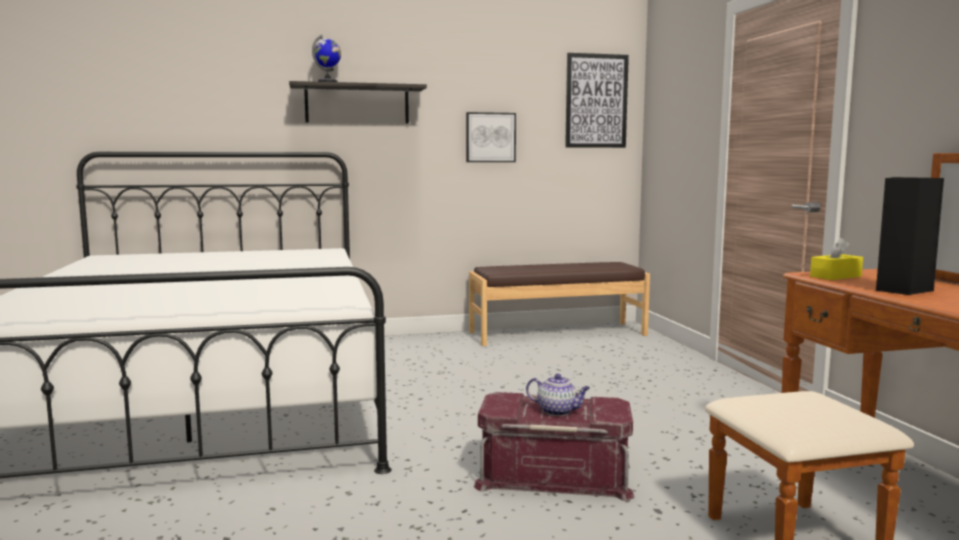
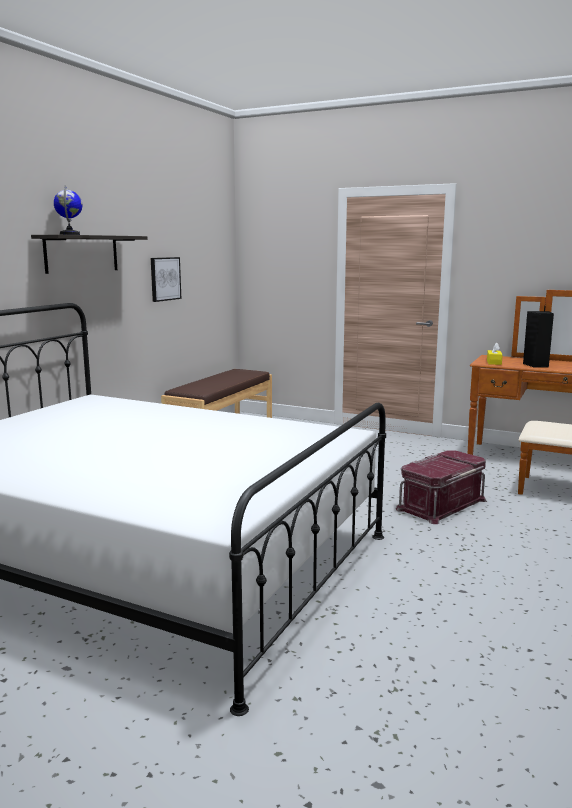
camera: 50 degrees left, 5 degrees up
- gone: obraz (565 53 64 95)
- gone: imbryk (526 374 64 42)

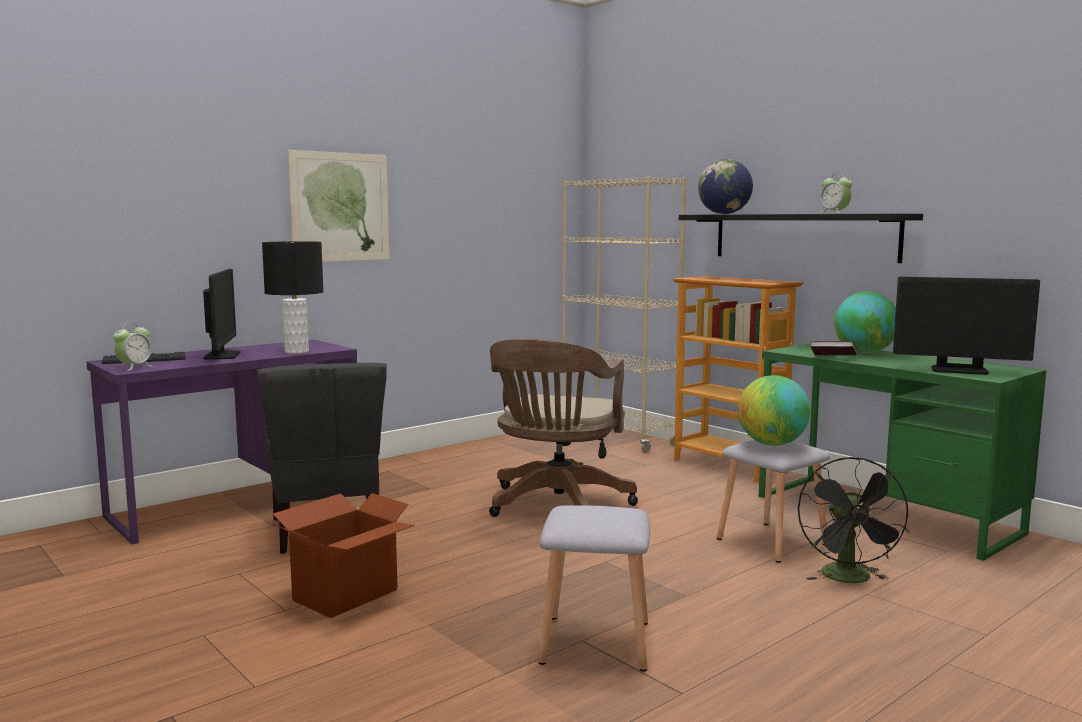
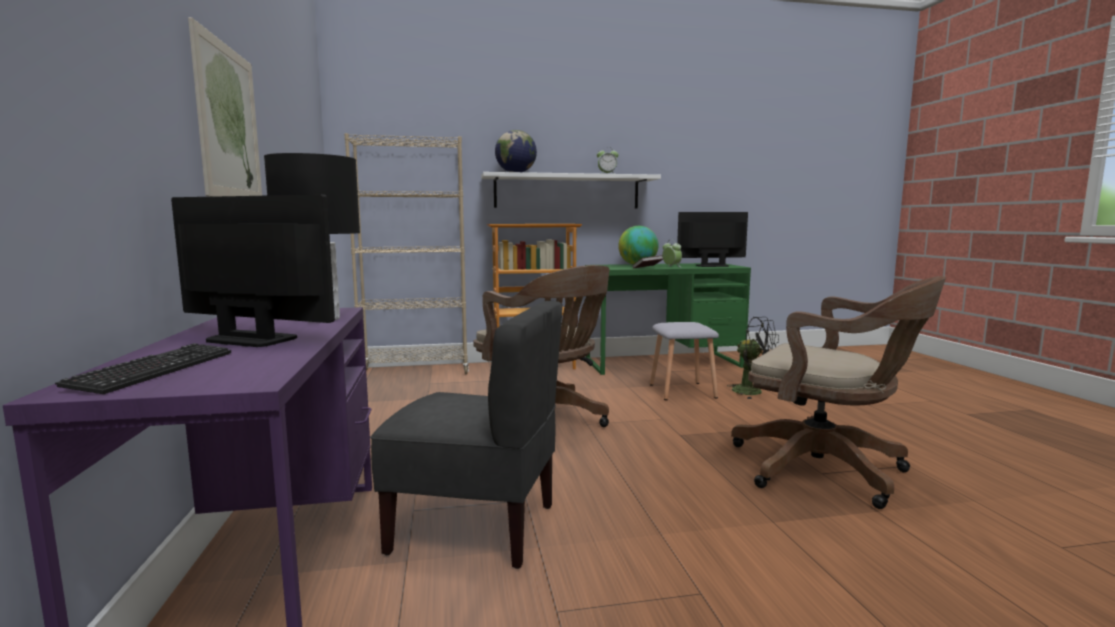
camera: 60 degrees left, 0 degrees up
- repainted: półka [czarny] (679 213 244 50) to półka [biały] (481 172 180 36)
- rotated: monitor (893 277 147 98) = (677 212 71 55) 150 degrees counterclockwise
- shifted: budzik (113 322 40 49) to (662 240 20 27)
- gone: globus (738 375 73 71)
- gone: karton (272 493 143 125)
- swapped: stołek [szary] (538 505 112 166) to krzesło biurowe [brązowy] (731 276 215 233)

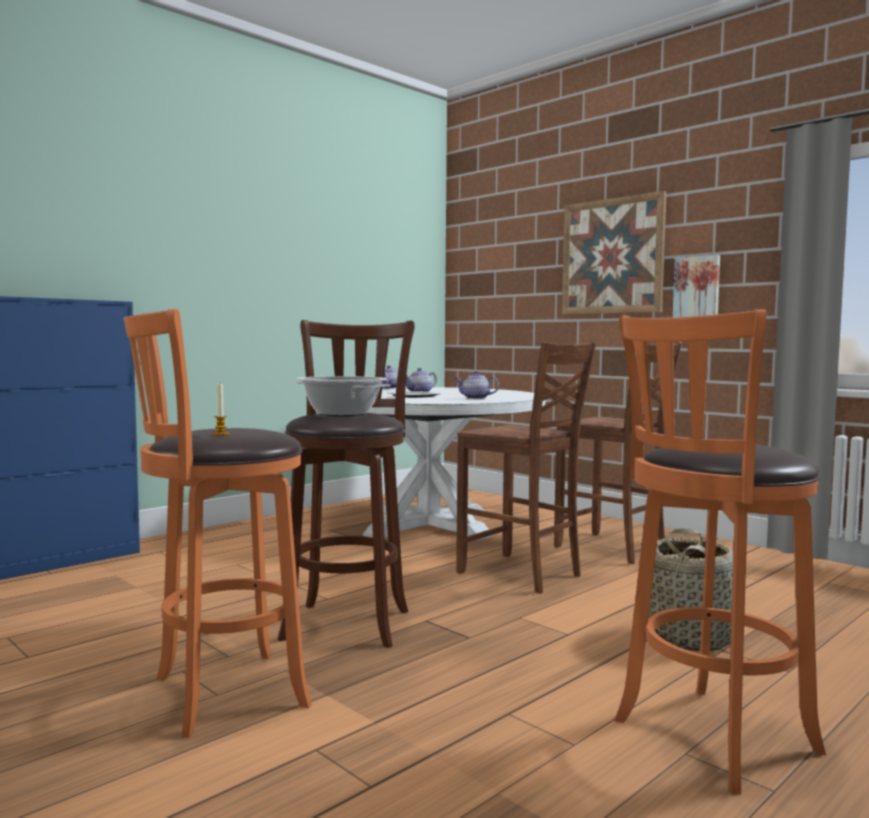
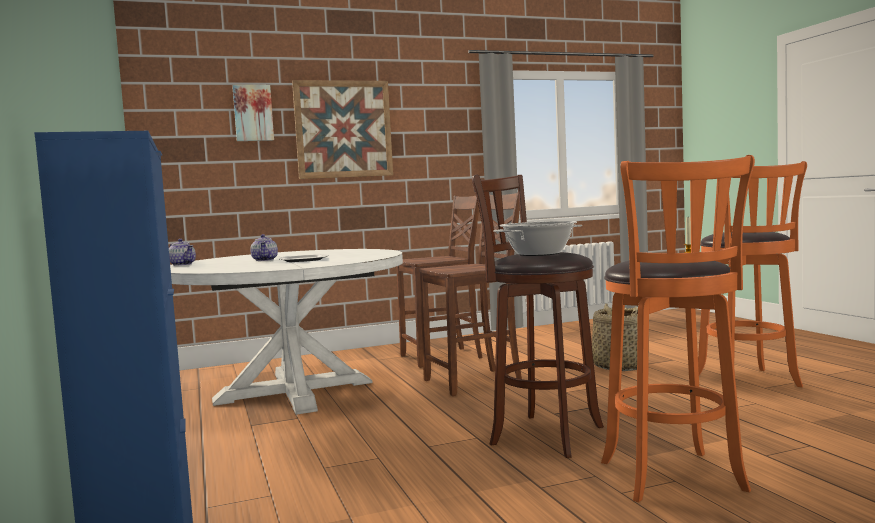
camera: 65 degrees left, 0 degrees up
- shifted: obraz (673 255 47 63) to (232 85 42 56)
- gone: imbryk (454 371 45 28)

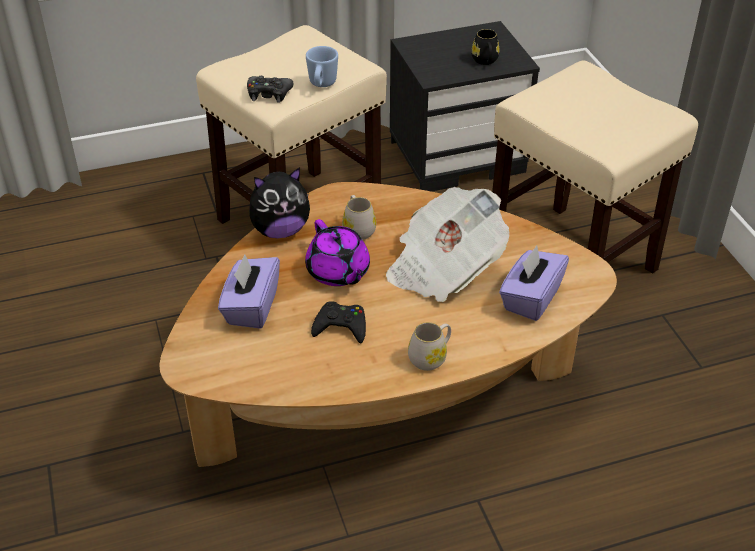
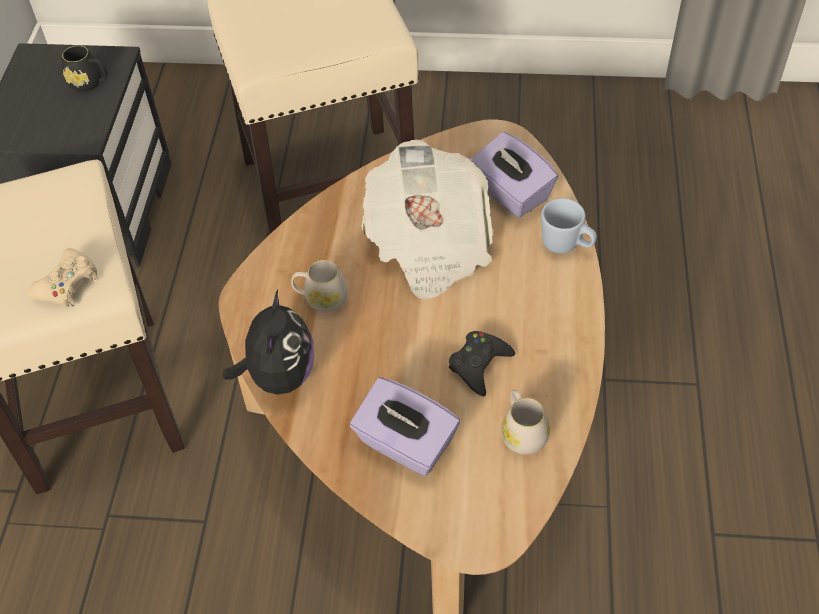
camera: 65 degrees left, 10 degrees up
- shifted: kubek [niebieski] (306 46 32 41) to (541 198 56 56)
- repainted: pad do gier [czarny] (247 76 47 27) to pad do gier [beżowy] (27 248 72 59)
- gone: imbryk [fioletowy] (305 219 65 67)
- shifted: kubek [biały] (408 322 43 49) to (501 389 49 65)

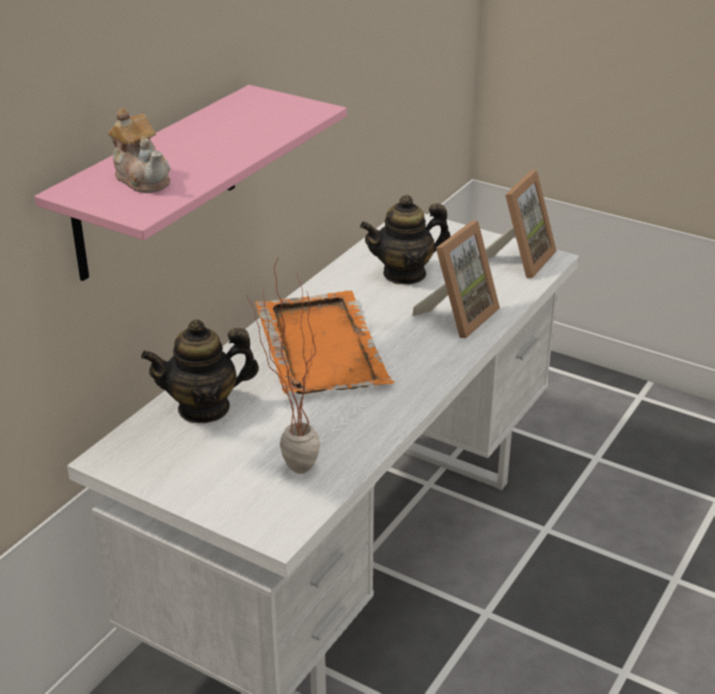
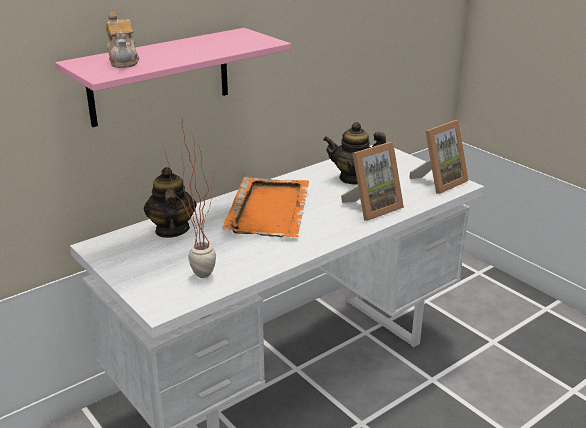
camera: 20 degrees right, 5 degrees down
- rotated: imbryk (141 319 118 104) = (144 167 53 71) 75 degrees clockwise

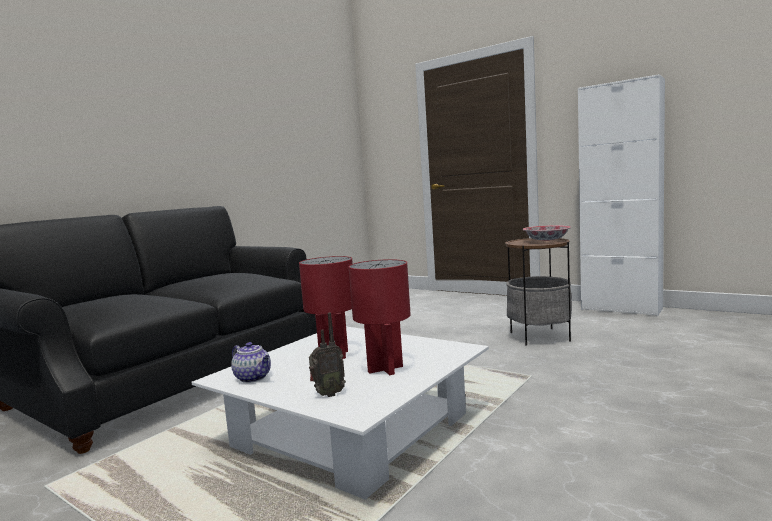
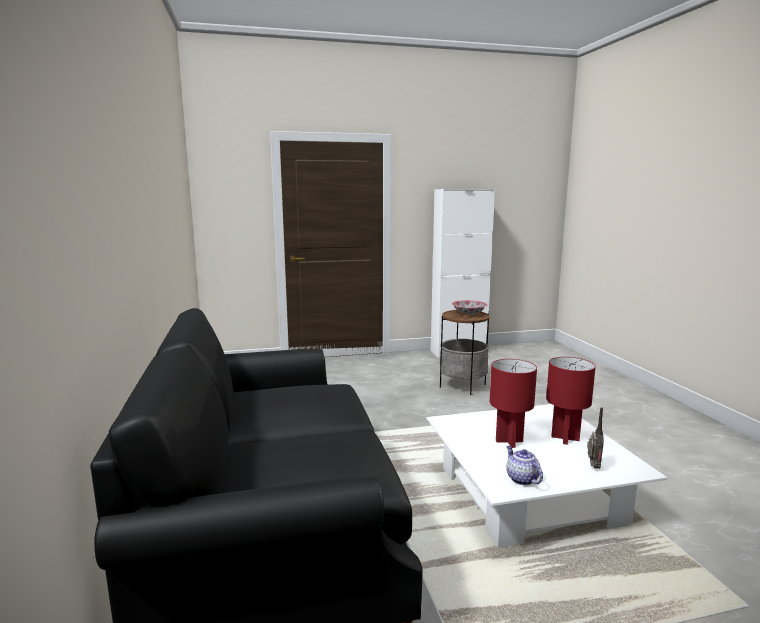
camera: 50 degrees left, 5 degrees up
- rotated: imbryk (231 342 40 41) = (506 446 37 39) 105 degrees counterclockwise

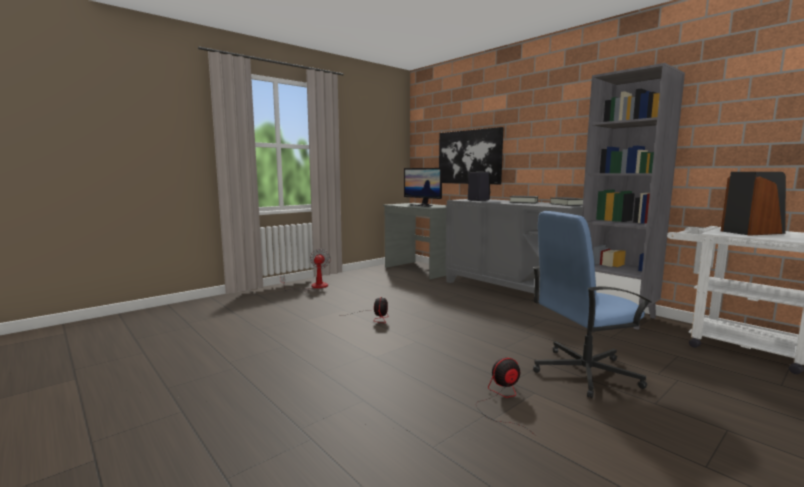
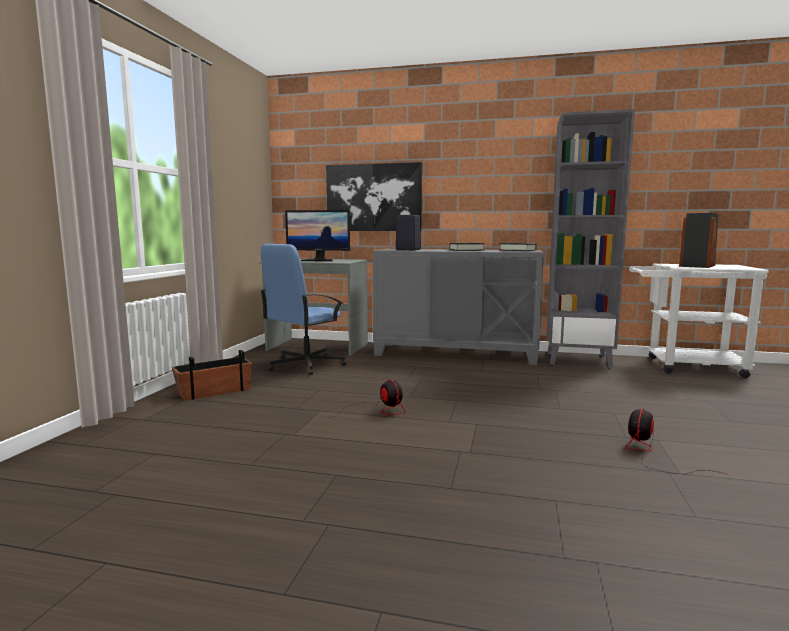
camera: 35 degrees left, 0 degrees up
- shifted: krzesło biurowe [niebieski] (533 211 119 187) to (260 244 86 131)
- swapped: wentylator (280 249 51 42) to donica (172 350 80 51)

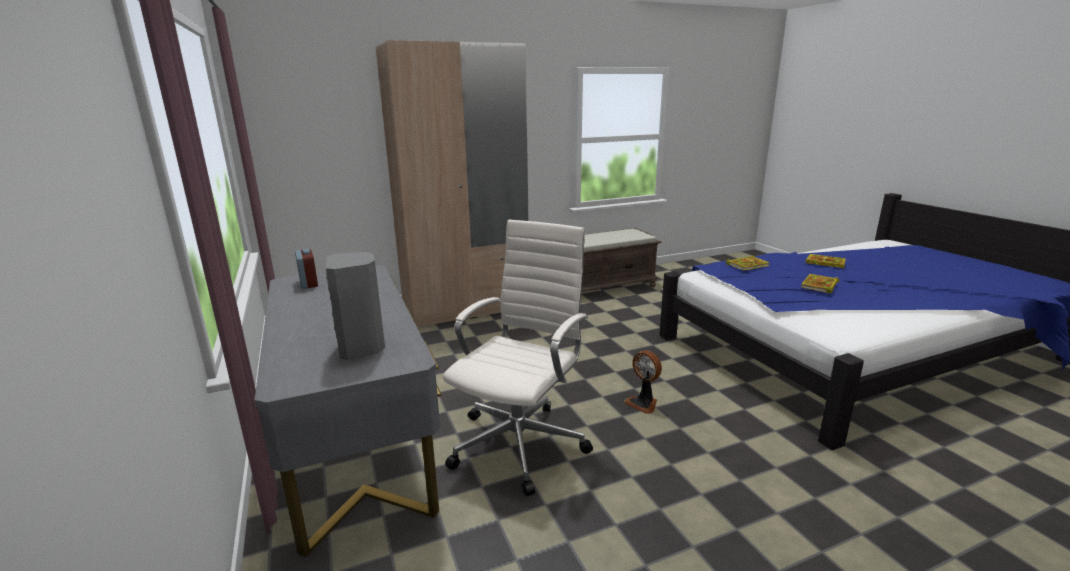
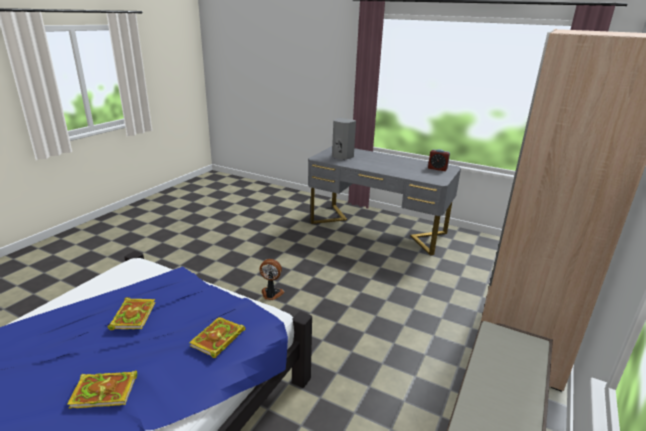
camera: 140 degrees right, 5 degrees up
- gone: krzesło biurowe [biały] (443 220 150 276)

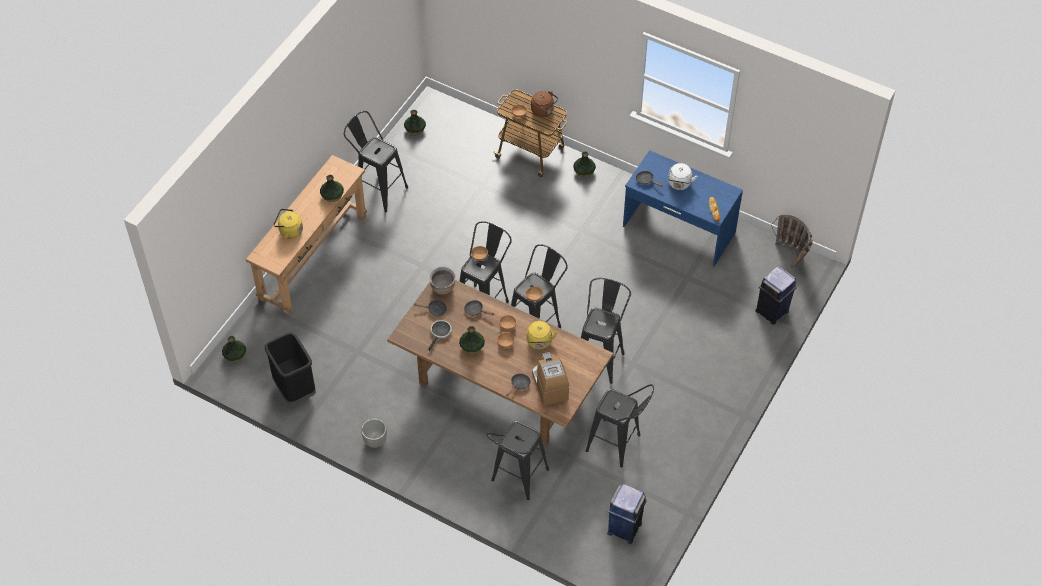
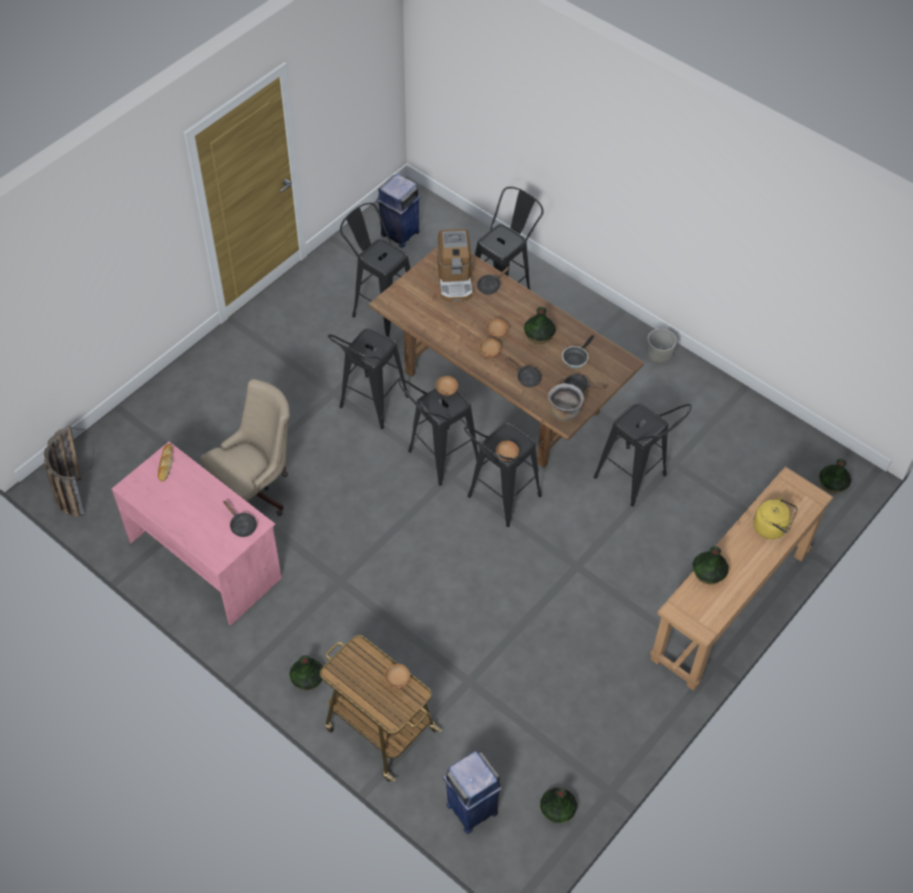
camera: 170 degrees left, 0 degrees up
- gone: czajnik [brązowy] (531 91 27 26)
- shifted: stołek [czarny] (344 111 64 102) to (594 402 98 104)
- repainted: biurko [niebieski] (623 150 120 117) to biurko [różowy] (112 442 170 184)
- gone: czajnik [biały] (668 163 29 27)
- shifted: kosz na śmieci [niebieski] (755 266 42 59) to (443 751 59 83)
- gone: czajnik [żółty] (527 321 31 28)
- gone: kosz na śmieci [czarny] (265 332 51 73)
- new: krzesło biurowe [beżowy] (200 379 90 137)

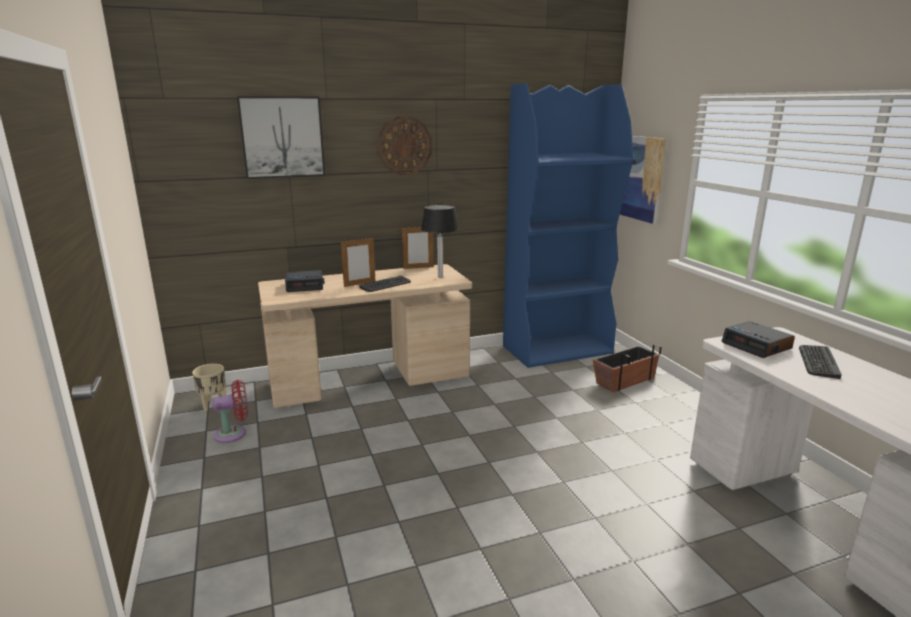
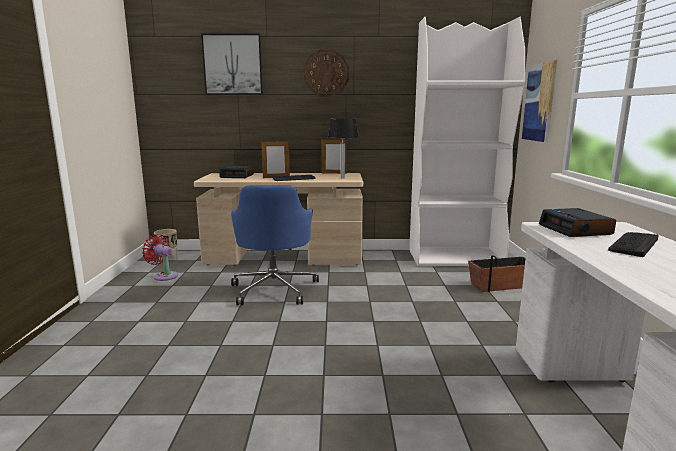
camera: 20 degrees right, 5 degrees down
- repainted: regał [niebieski] (503 83 130 285) to regał [biały] (409 17 116 249)
- rotated: wentylator [czerwony] (212 380 36 63) = (142 234 36 47) 150 degrees counterclockwise
- new: krzesło biurowe [niebieski] (231 185 88 120)

